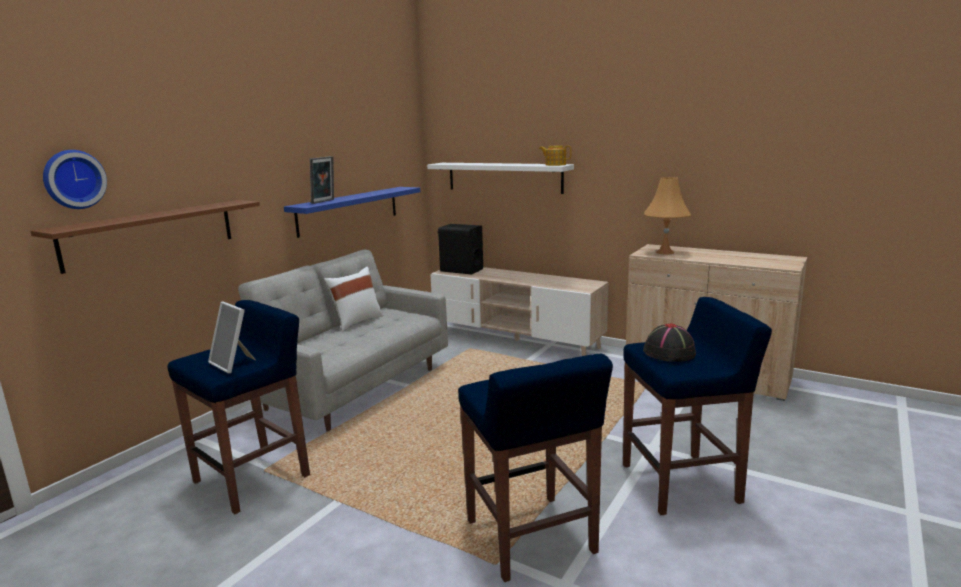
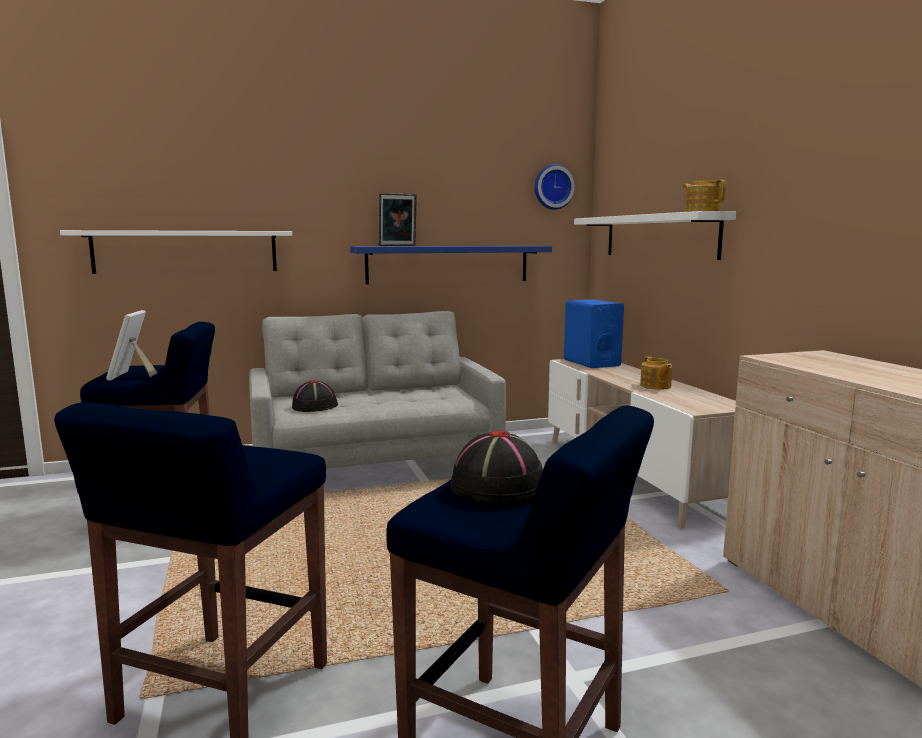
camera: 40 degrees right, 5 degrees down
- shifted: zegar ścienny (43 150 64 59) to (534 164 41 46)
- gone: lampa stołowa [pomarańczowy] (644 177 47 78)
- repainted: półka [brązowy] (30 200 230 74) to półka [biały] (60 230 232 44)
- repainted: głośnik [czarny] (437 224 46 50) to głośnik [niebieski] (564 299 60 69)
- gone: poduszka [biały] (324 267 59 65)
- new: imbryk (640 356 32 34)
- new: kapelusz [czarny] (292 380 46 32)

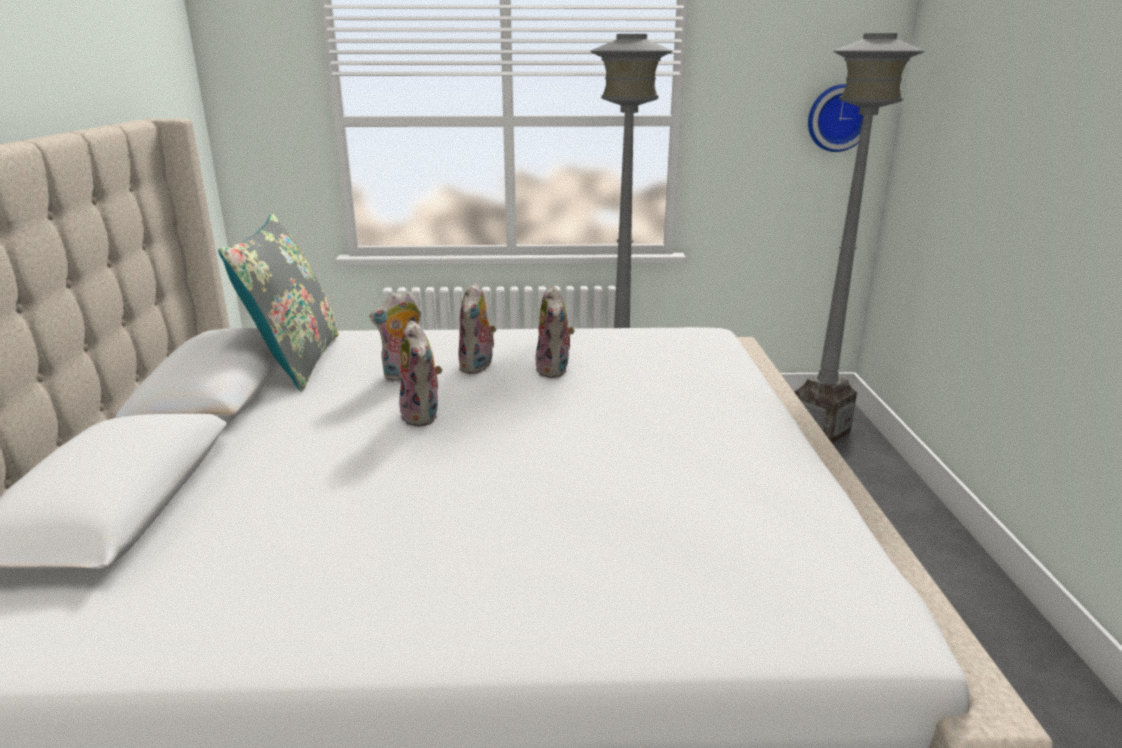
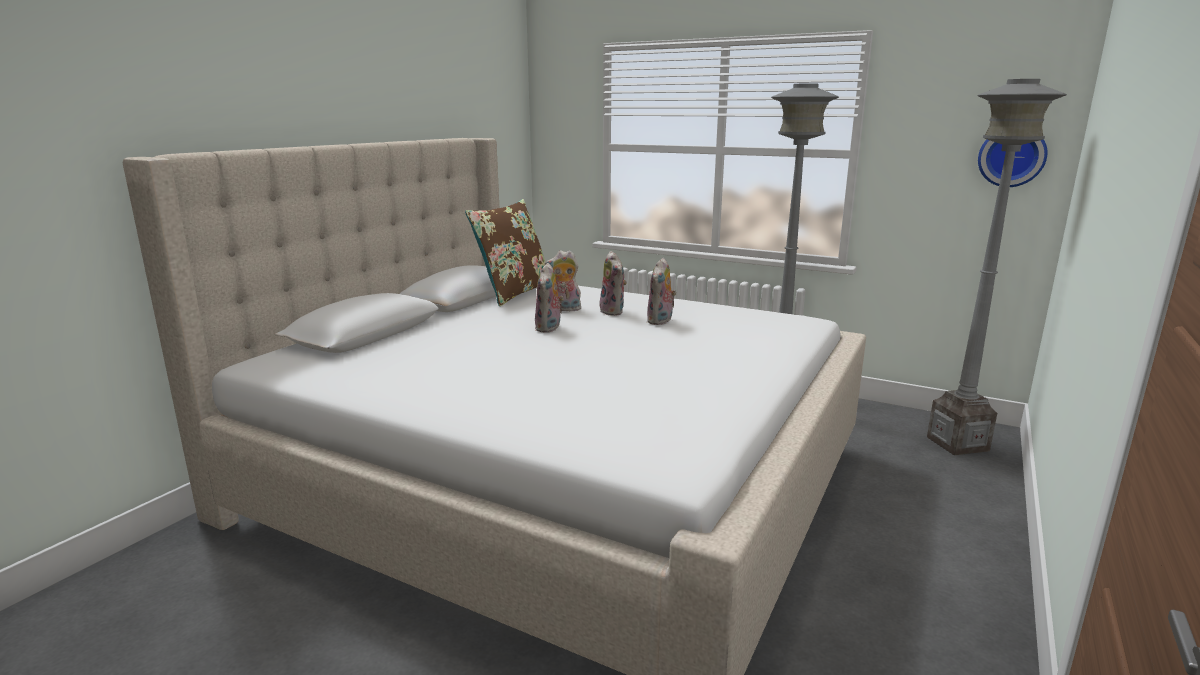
camera: 30 degrees right, 5 degrees down
- repainted: poduszka [szary] (218 214 121 177) to poduszka [brązowy] (465 199 80 107)
- rotated: pluszak (459 282 37 92) = (600 251 27 65) 60 degrees counterclockwise

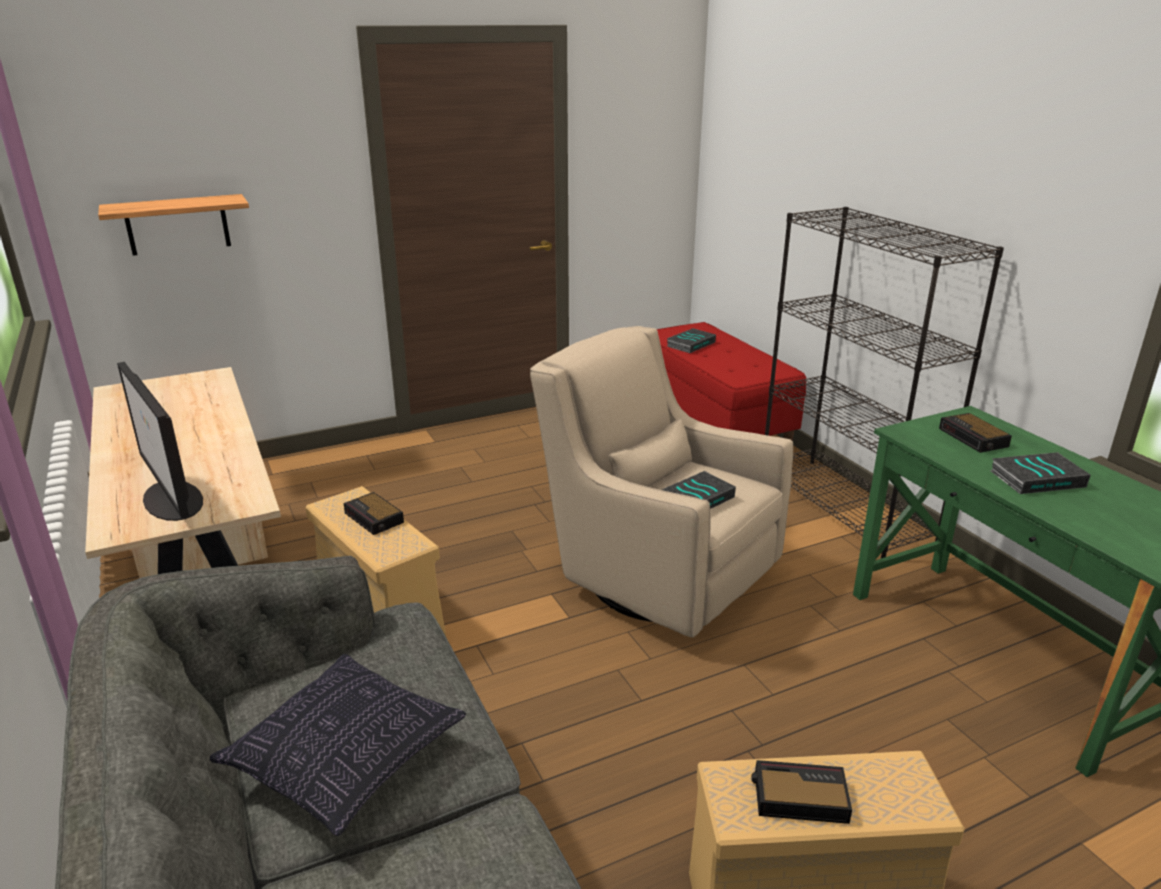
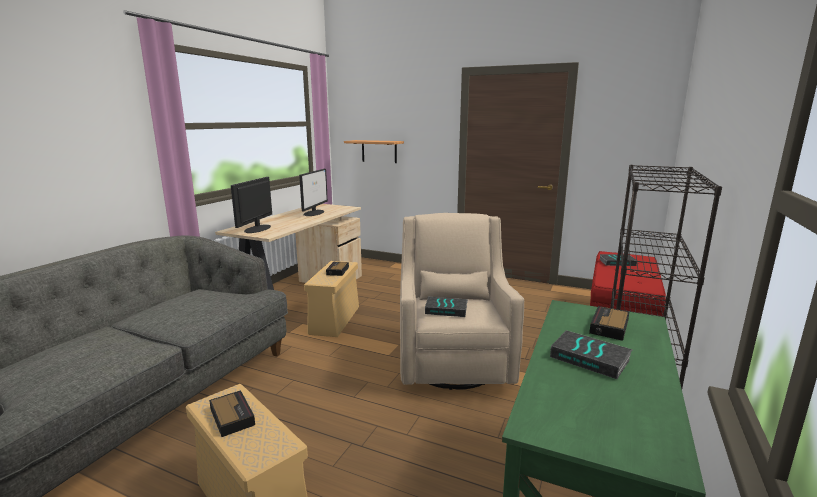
camera: 50 degrees right, 10 degrees down
- gone: poduszka (210 654 256 182)
- new: monitor (299 169 29 47)

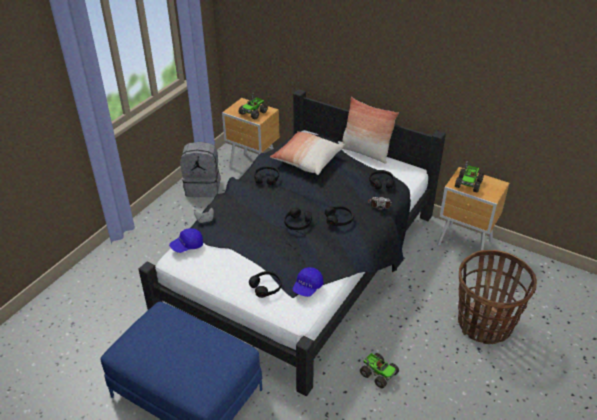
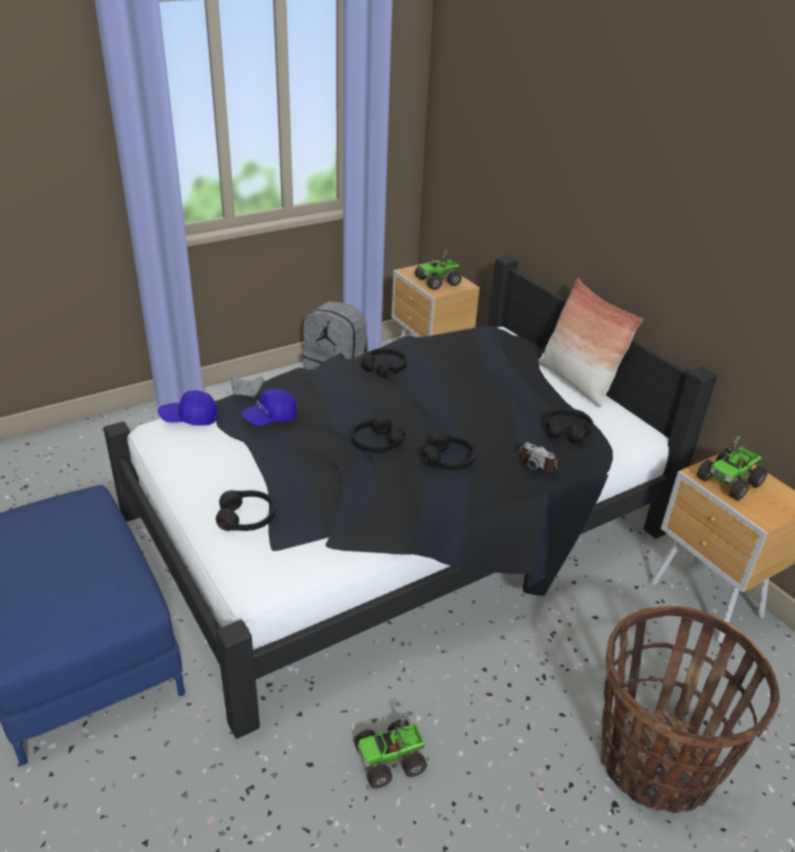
camera: 25 degrees right, 5 degrees down
- gone: poduszka (270 131 73 44)
- shifted: czapka z daszkiem [niebieski] (292 267 31 30) to (241 389 56 37)
- rotated: ciężarówka zabawkowa (360 353 39 35) = (353 712 74 77) 90 degrees clockwise

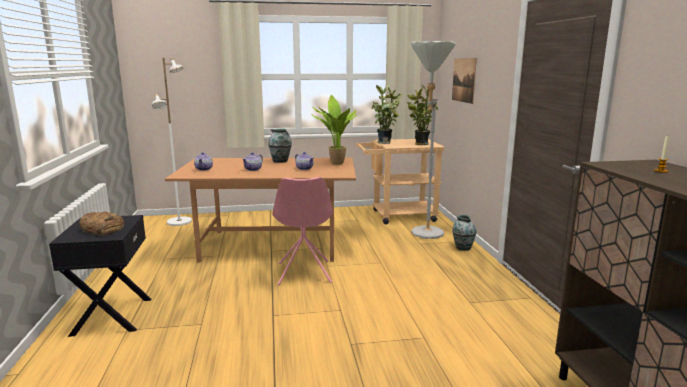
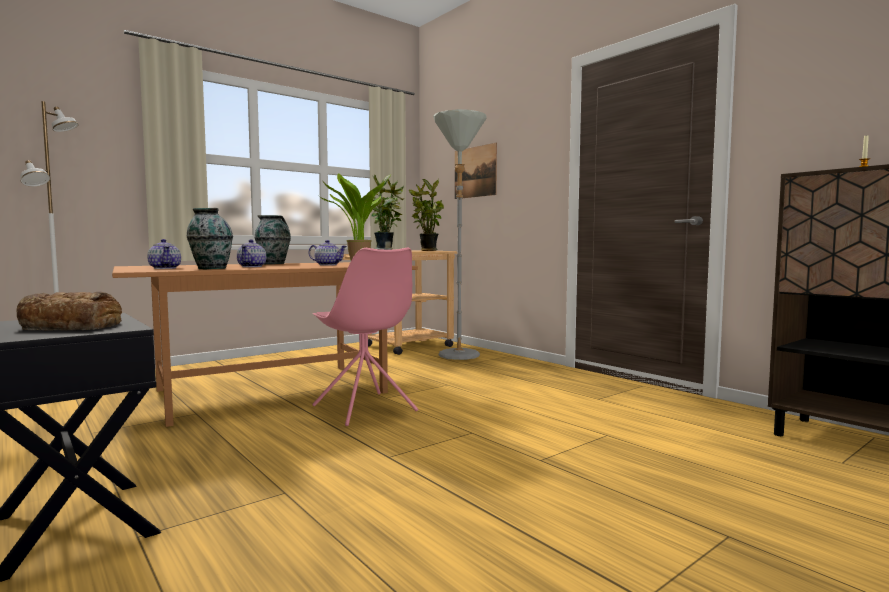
camera: 30 degrees left, 10 degrees down
- shifted: wazon (452 215 25 36) to (187 208 46 61)

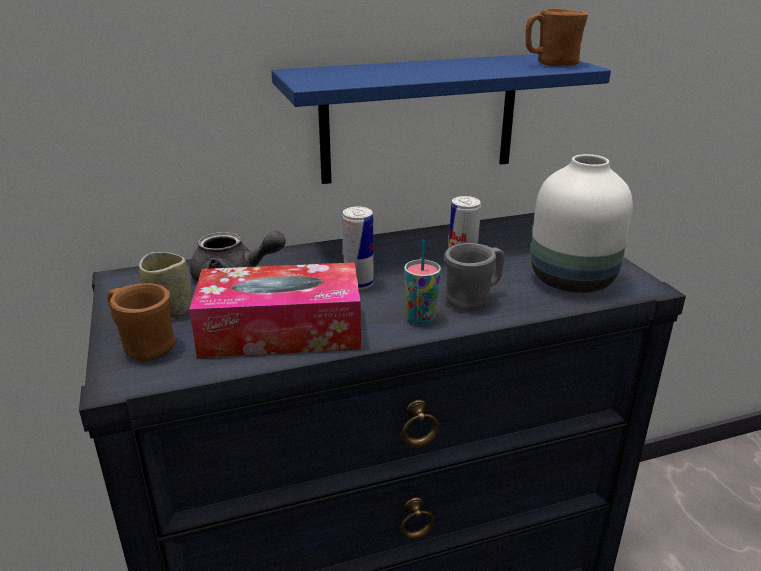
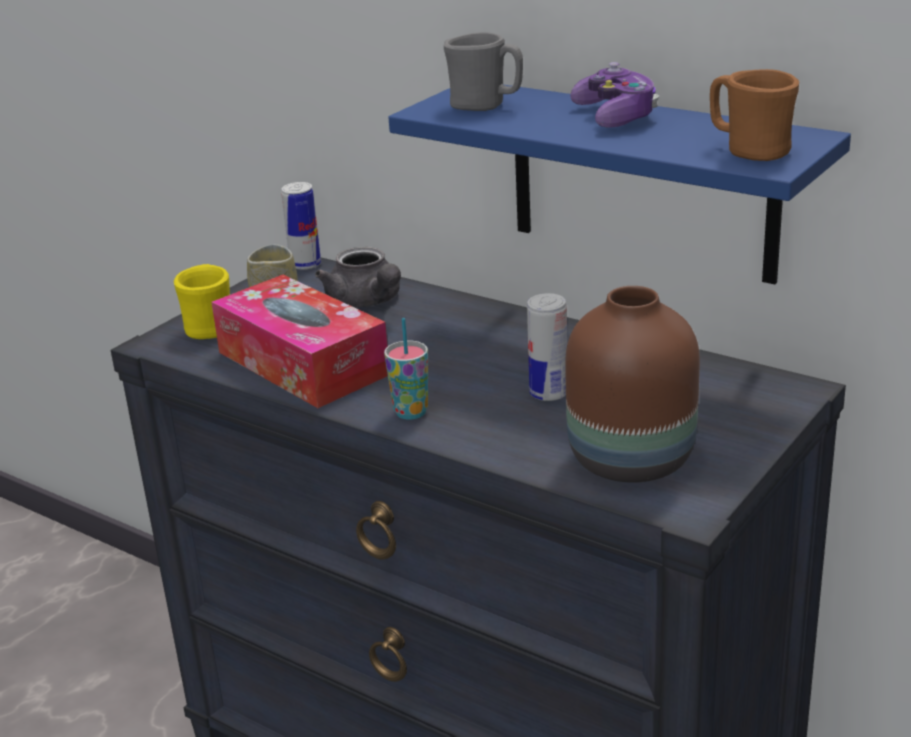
camera: 55 degrees right, 0 degrees up
- repainted: wazon [biały] (531 154 102 139) to wazon [brązowy] (565 286 135 197)
- shifted: puszka (342 207 32 83) to (281 182 40 88)
- shifted: kubek [szary] (445 243 60 68) to (444 32 79 79)
- repainted: kubek [brązowy] (107 283 69 78) to kubek [żółty] (174 264 56 75)
- new: pad do gier (570 62 89 66)

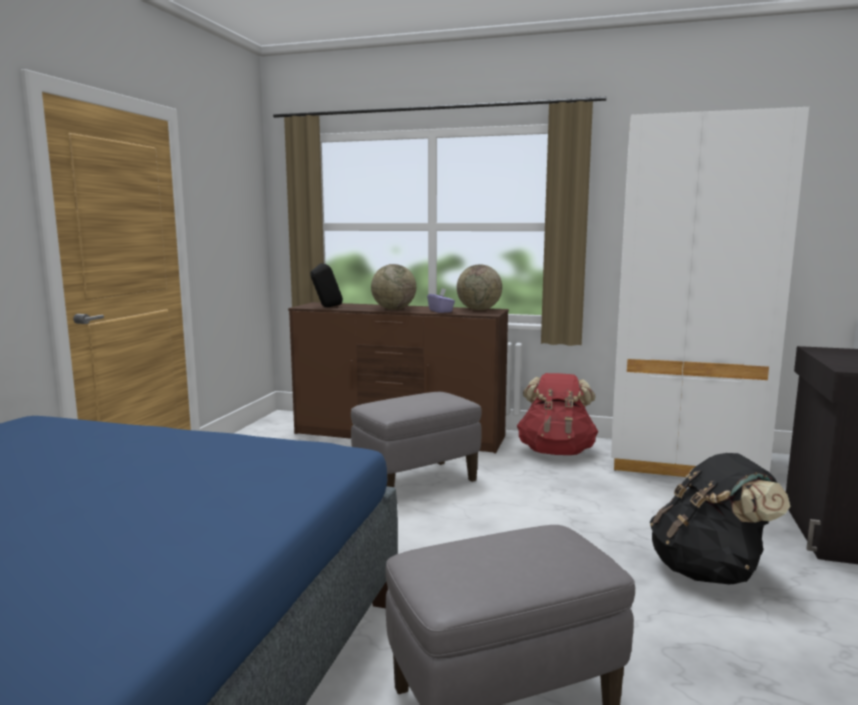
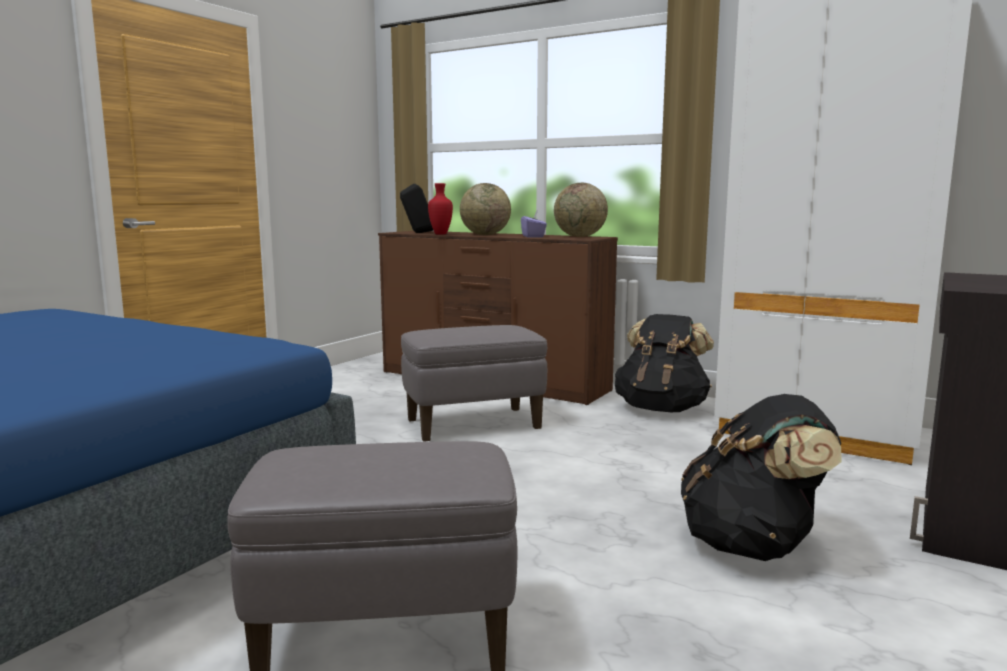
camera: 15 degrees right, 0 degrees up
- repainted: plecak [czerwony] (517 373 81 82) to plecak [czarny] (615 314 99 98)
- new: wazon [czerwony] (428 183 25 52)

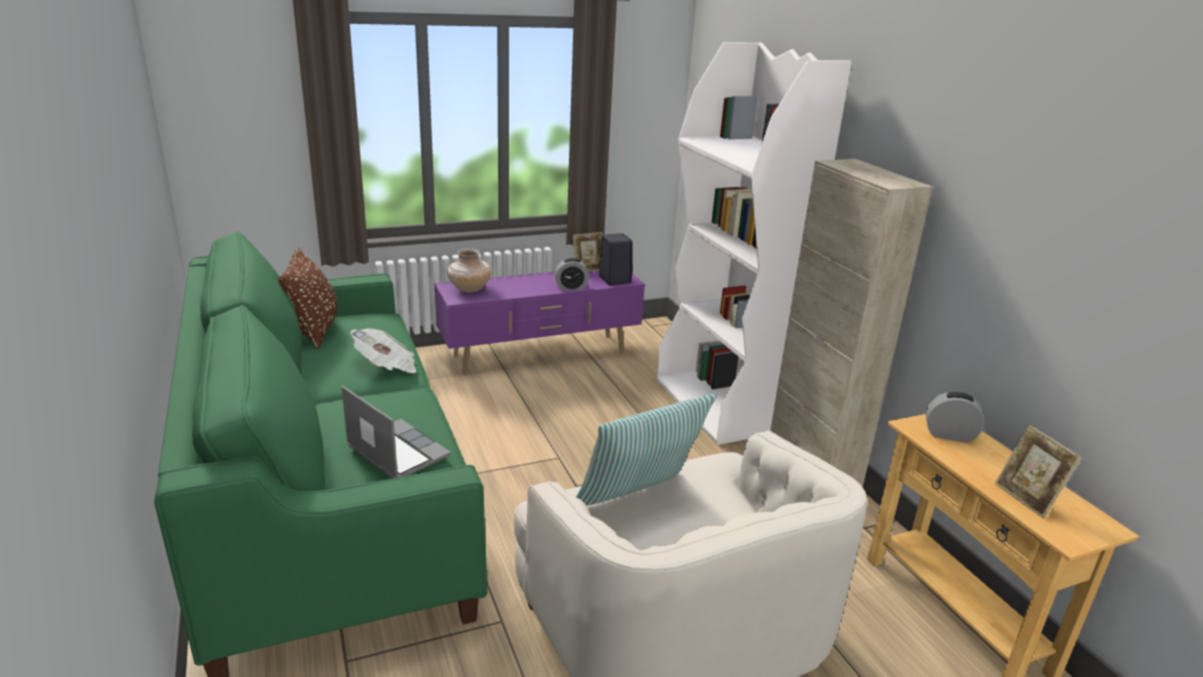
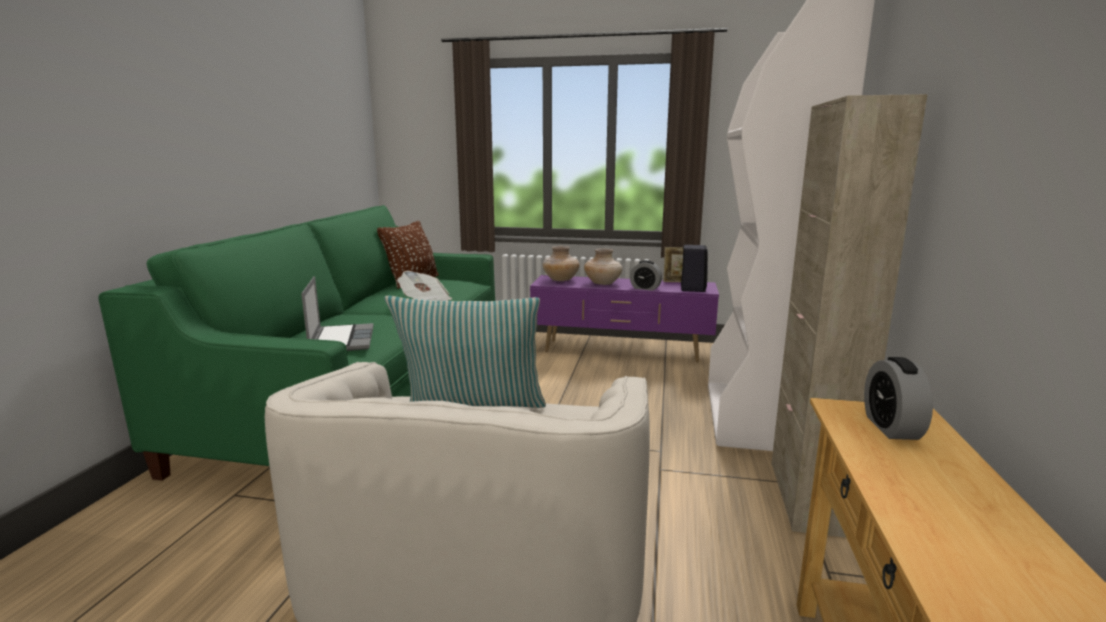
camera: 35 degrees right, 10 degrees down
- rotated: budzik (926 391 58 52) = (864 357 69 83) 135 degrees counterclockwise
- gone: ramka na zdjęcie (995 425 87 94)
- new: wazon [beżowy] (584 248 39 37)

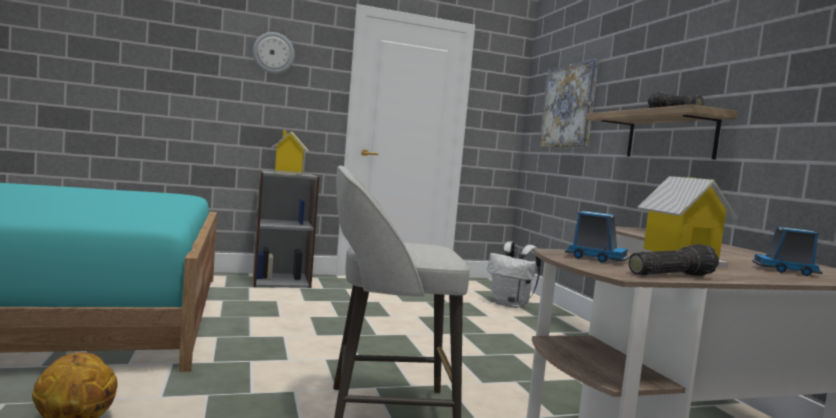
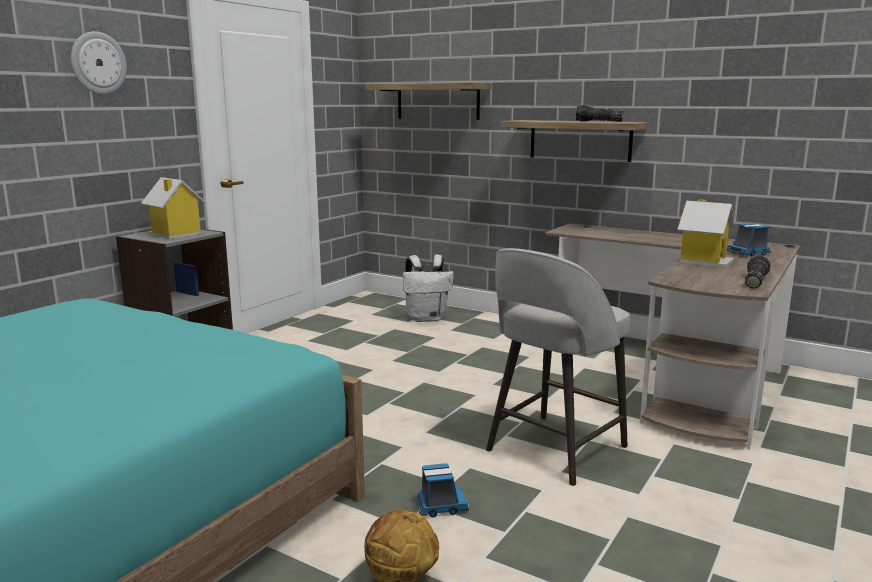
camera: 40 degrees left, 10 degrees up
- swapped: obraz (540 59 59 88) to półka (365 83 127 37)
- shifted: ciężarówka zabawkowa (565 211 64 52) to (415 464 54 53)

